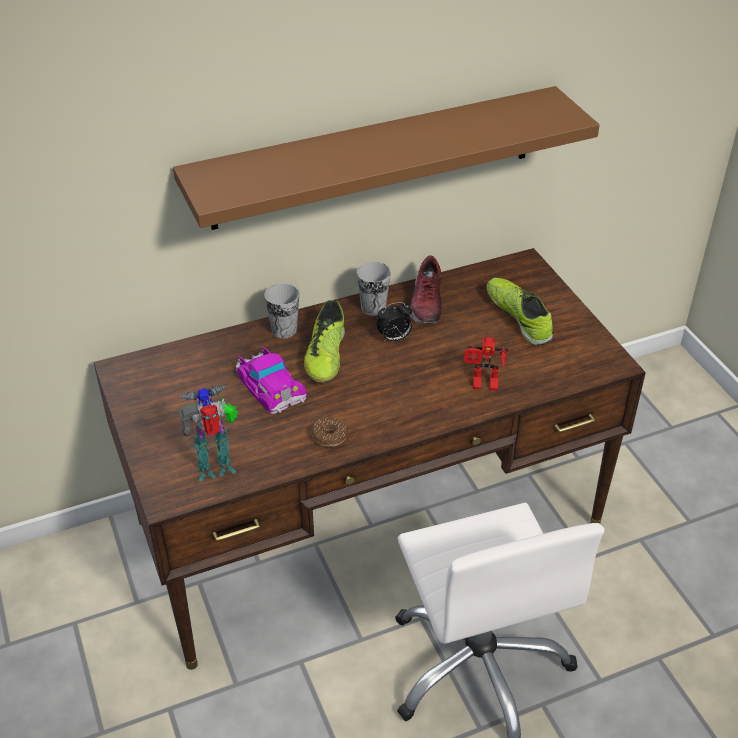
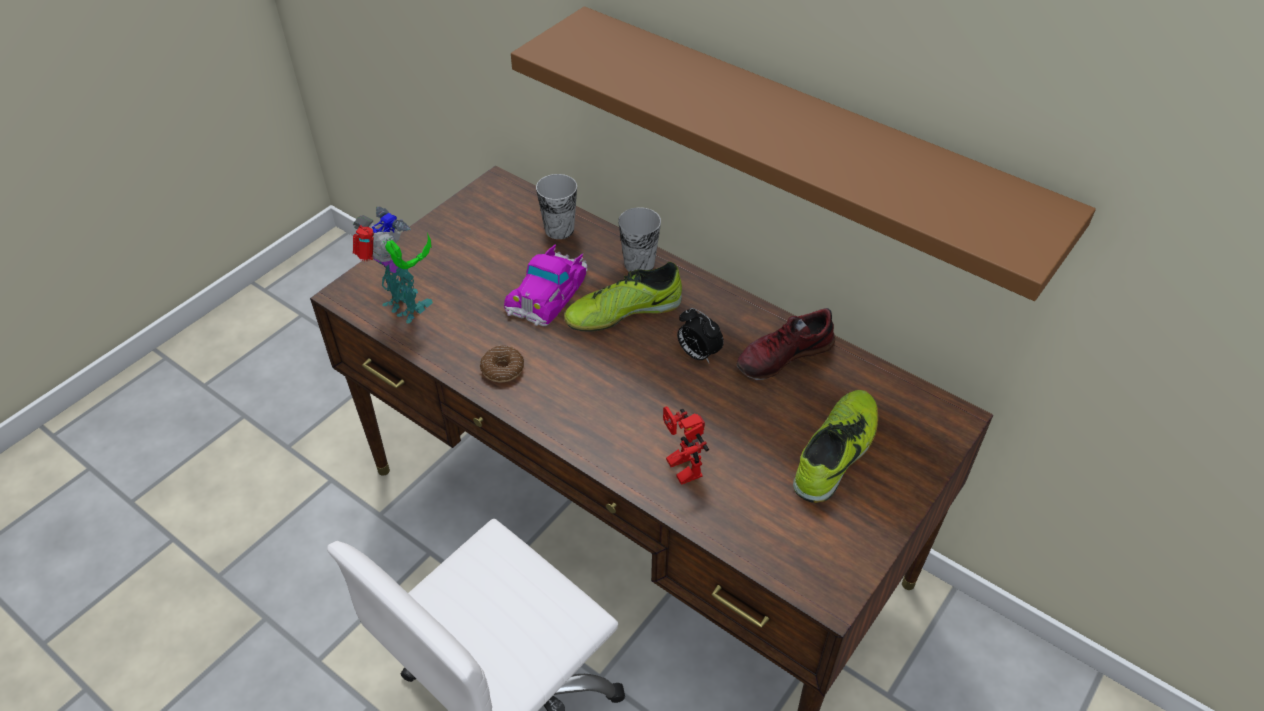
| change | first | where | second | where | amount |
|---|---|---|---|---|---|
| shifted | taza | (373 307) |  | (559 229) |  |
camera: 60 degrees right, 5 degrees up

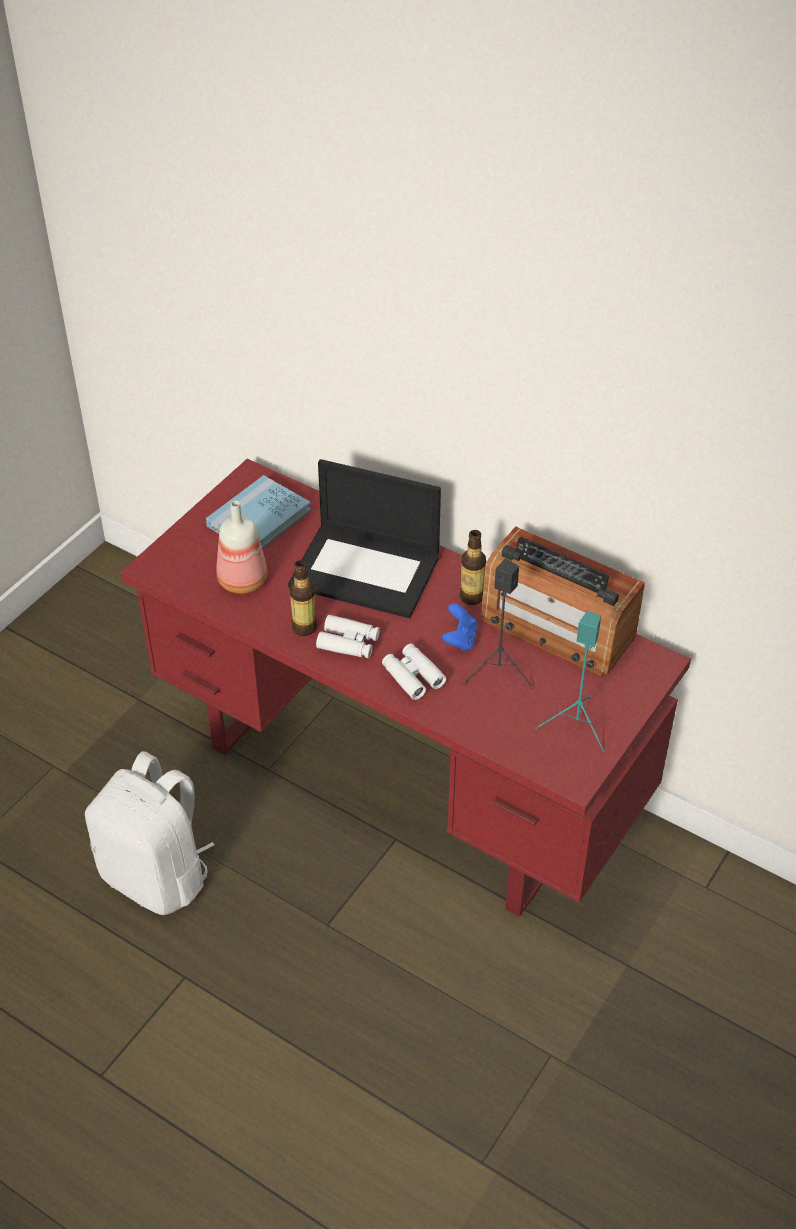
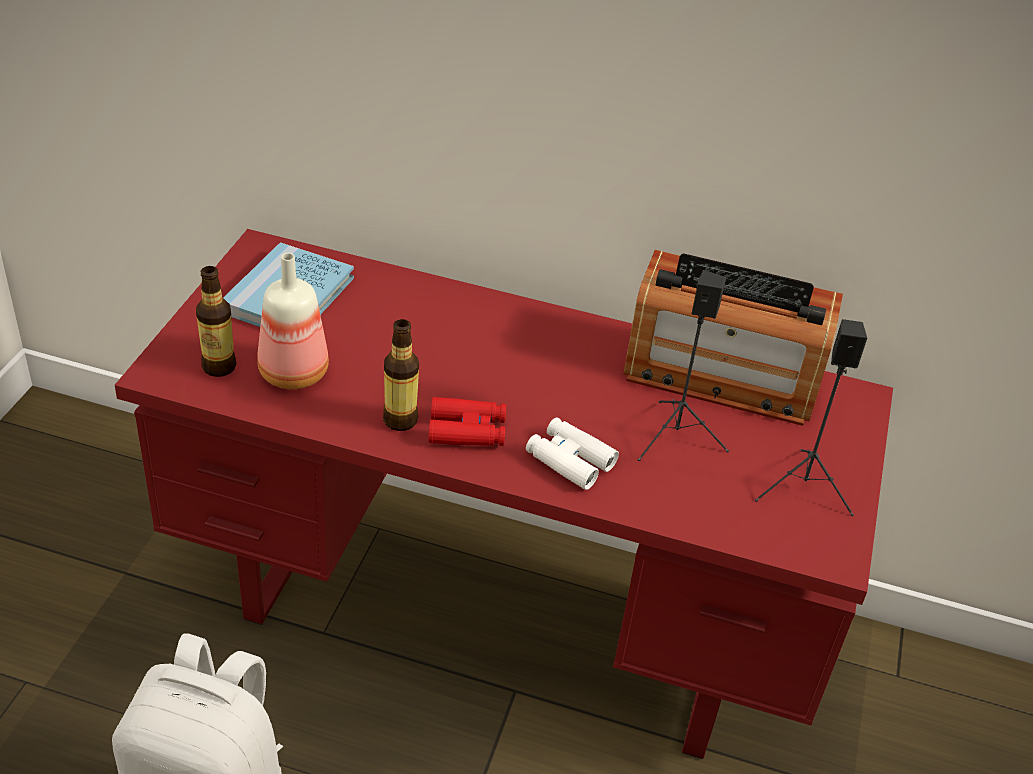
| change | first | where | second | where | amount |
|---|---|---|---|---|---|
| shifted | botella | (471 597) |  | (219 367) |  |
| repainted | prismáticos [blanco] | (348 642) | prismáticos [rojo] | (467 430) |  |
| repainted | altavoz [turquesa] | (577 725) | altavoz [negro] | (804 488) |  |
| gone | portátil | (367 571) |  |  |  |
| gone | mando de consola [azul] | (460 639) |  |  |  |
camera: 20 degrees left, 5 degrees down

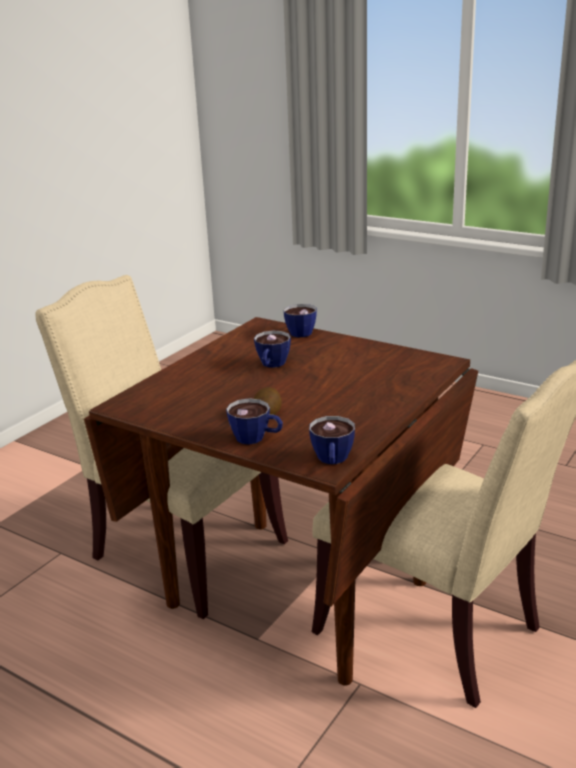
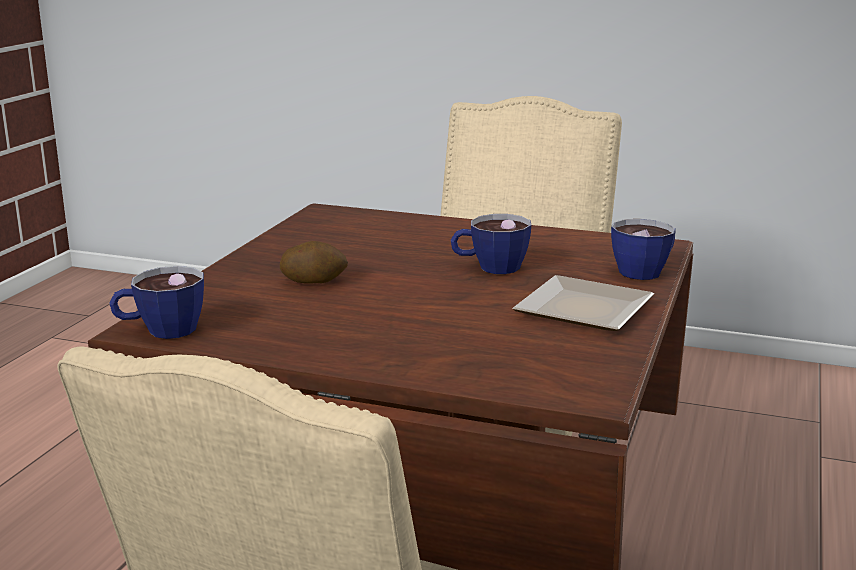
| change | first | where | second | where | amount |
|---|---|---|---|---|---|
| new |  |  | plato | (589 310) |  |
| gone | taza | (256 438) |  |  |  |
camera: 75 degrees right, 5 degrees down

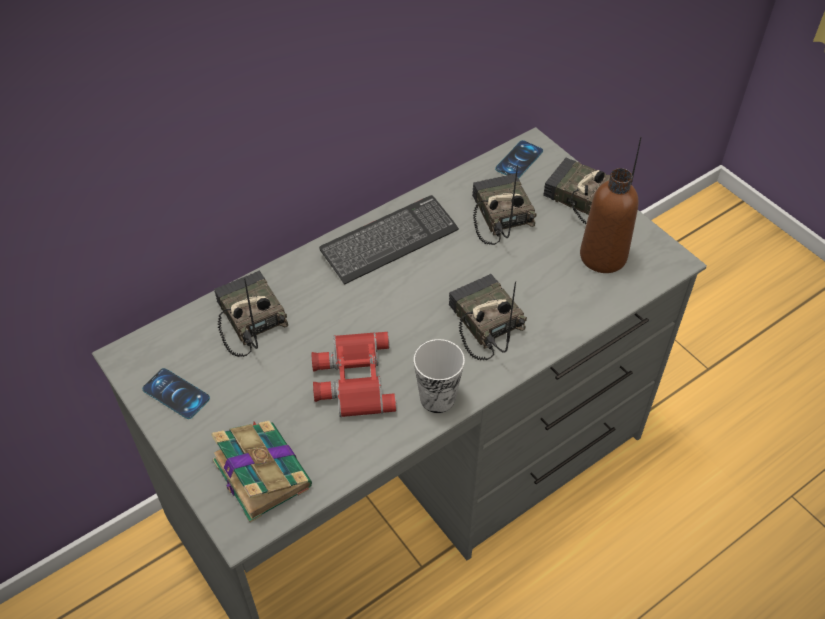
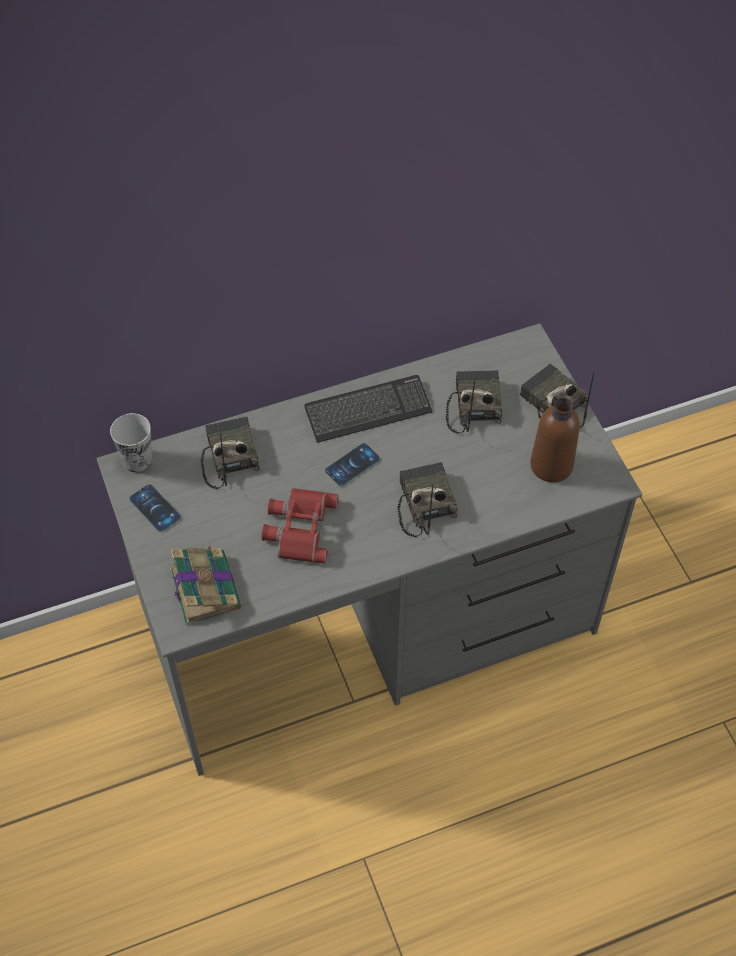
| change | first | where | second | where | amount |
|---|---|---|---|---|---|
| shifted | taza | (437 398) |  | (137 460) |  |
| shifted | móvil | (519 160) |  | (352 465) |  |
camera: 15 degrees right, 5 degrees up

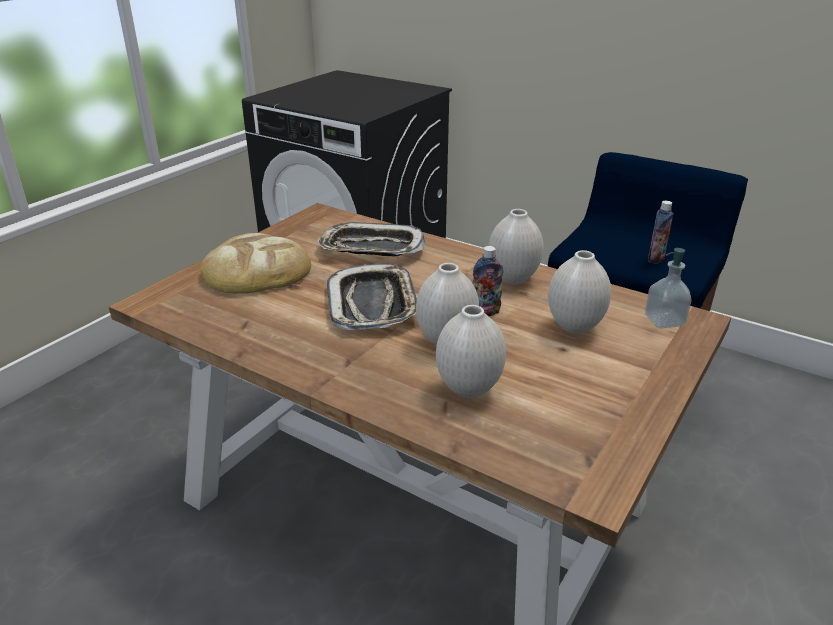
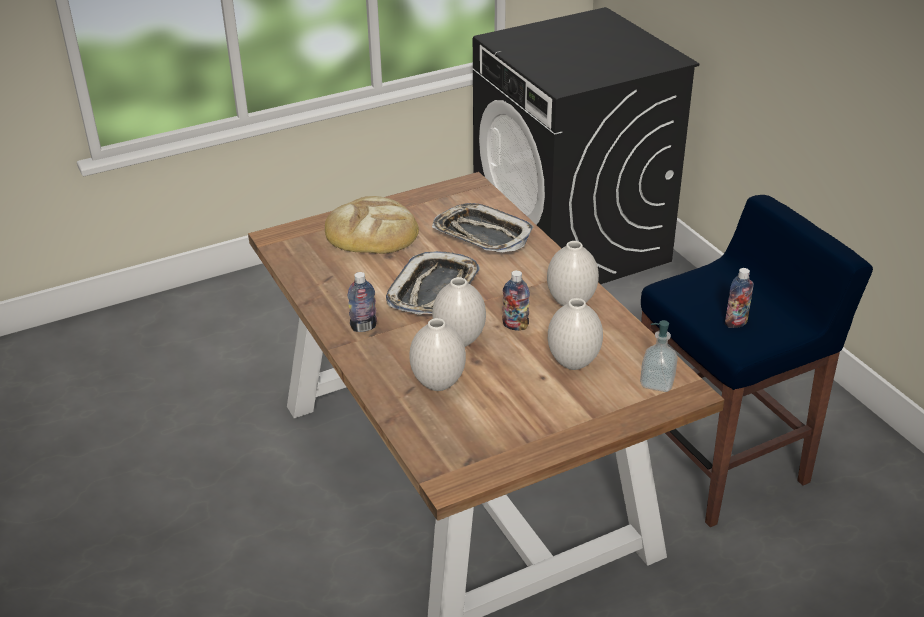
| change | first | where | second | where | amount |
|---|---|---|---|---|---|
| new |  |  | botella | (363 327) |  |
camera: 30 degrees right, 5 degrees up

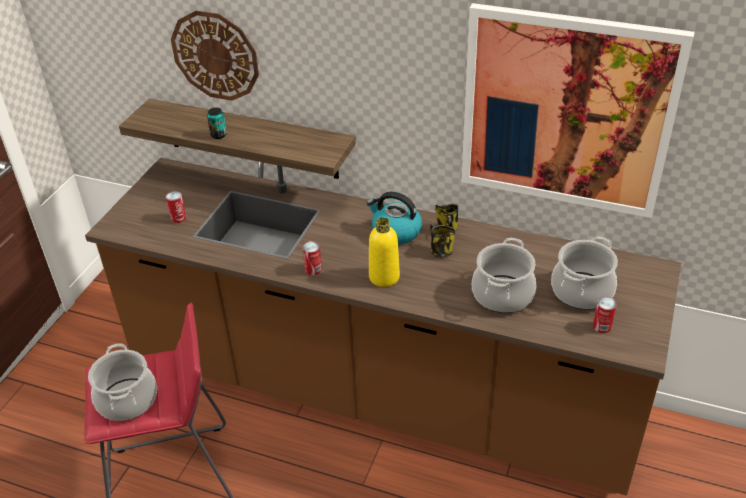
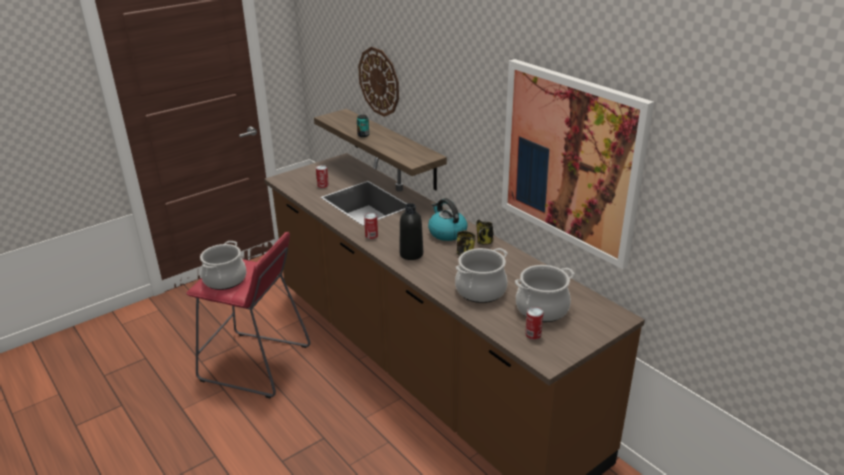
| change | first | where | second | where | amount |
|---|---|---|---|---|---|
| repainted | botella [amarillo] | (384 277) | botella [negro] | (411 254) |  |
camera: 30 degrees right, 10 degrees down

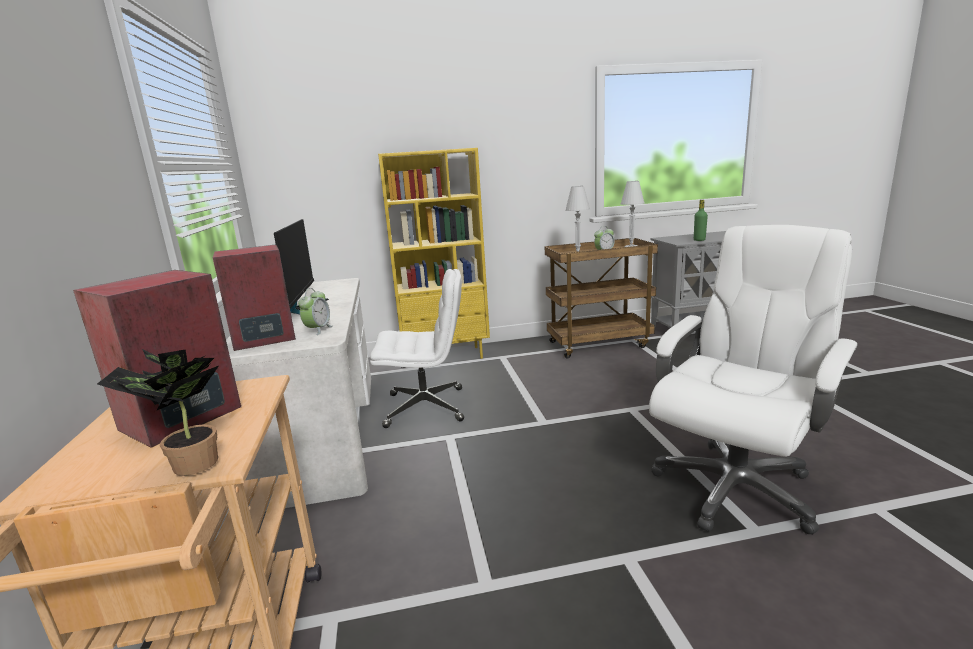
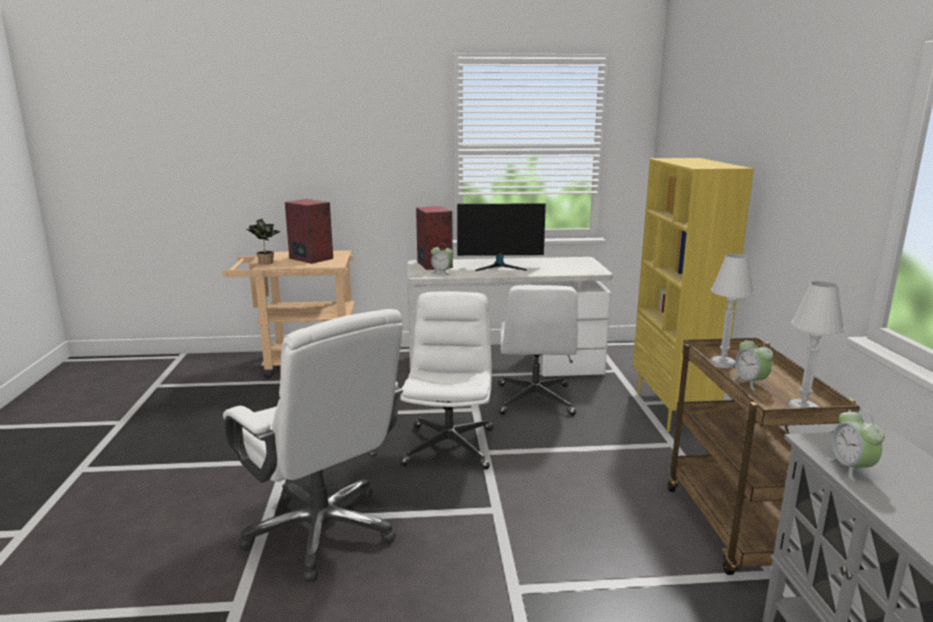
| change | first | where | second | where | amount |
|---|---|---|---|---|---|
| new |  |  | silla de oficina [blanco] | (449 446) |  |
| swapped | botella [verde] | (699 240) | despertador | (851 468) |  |
camera: 95 degrees right, 0 degrees up

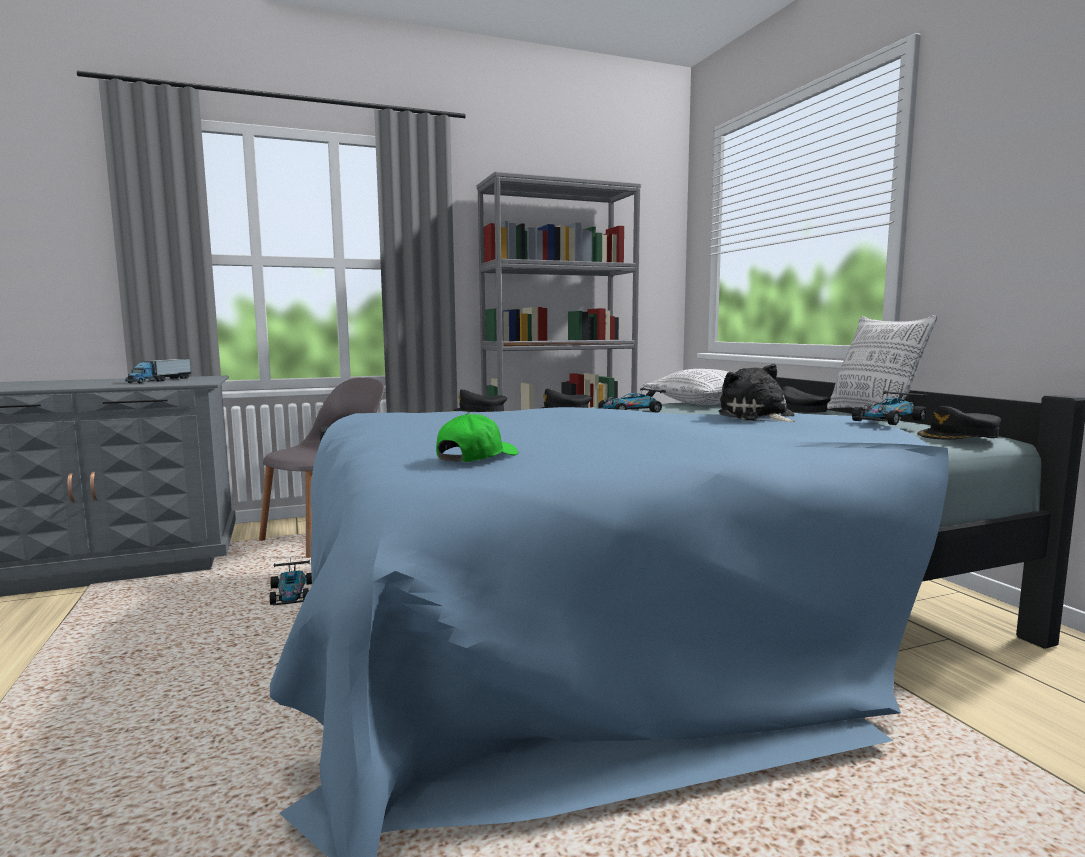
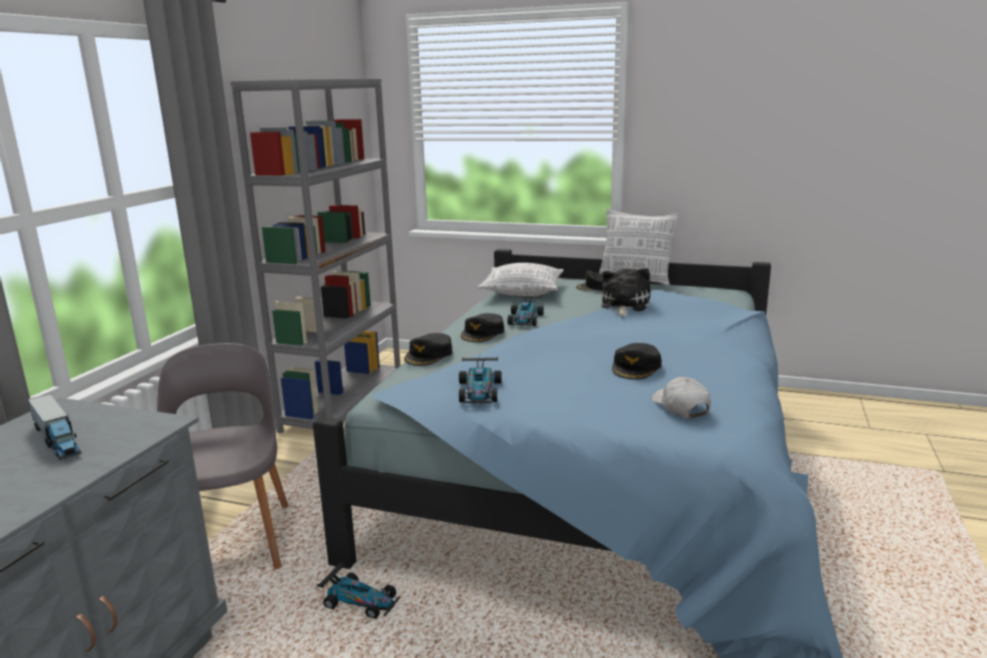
| change | first | where | second | where | amount |
|---|---|---|---|---|---|
| shifted | coche de juguete | (888 420) |  | (479 391) |  |
| rotated | peluche | (758 417) |  | (624 306) | 90 degrees clockwise |
| shifted | gorra [negro] | (959 436) |  | (636 367) |  |
| repainted | gorra [verde] | (476 457) | gorra [blanco] | (680 407) |  |
camera: 50 degrees left, 10 degrees up

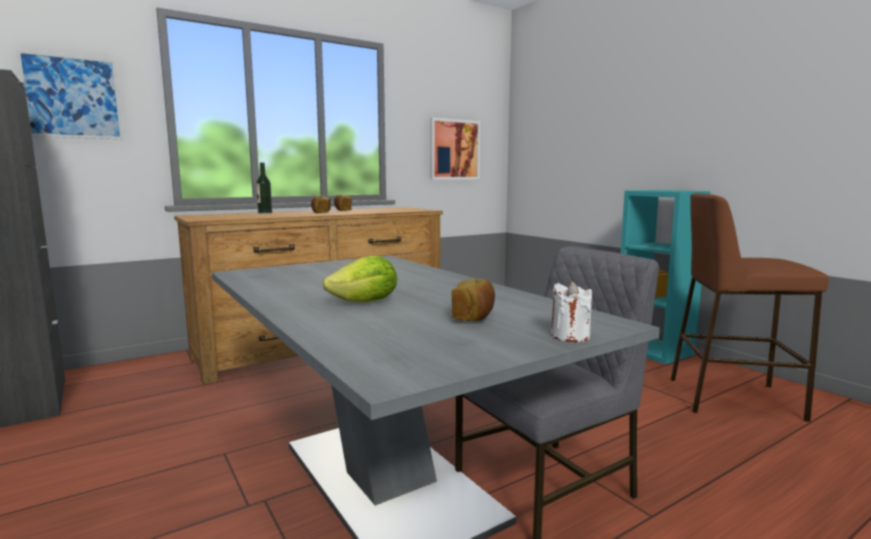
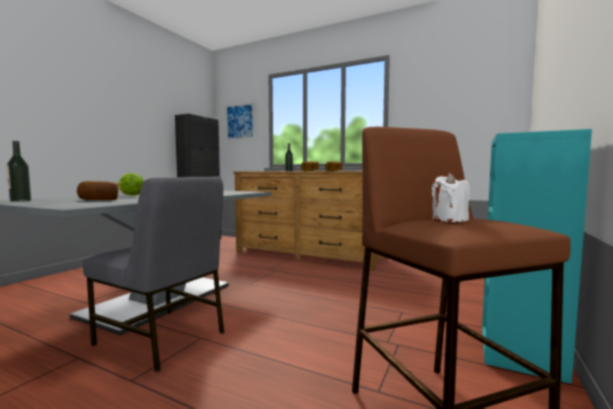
| change | first | where | second | where | amount |
|---|---|---|---|---|---|
| new |  |  | botella | (20 201) |  |
| shifted | vela [blanco] | (570 336) |  | (449 220) |  |
| gone | cuadro | (454 149) |  |  |  |
camera: 60 degrees right, 5 degrees down

